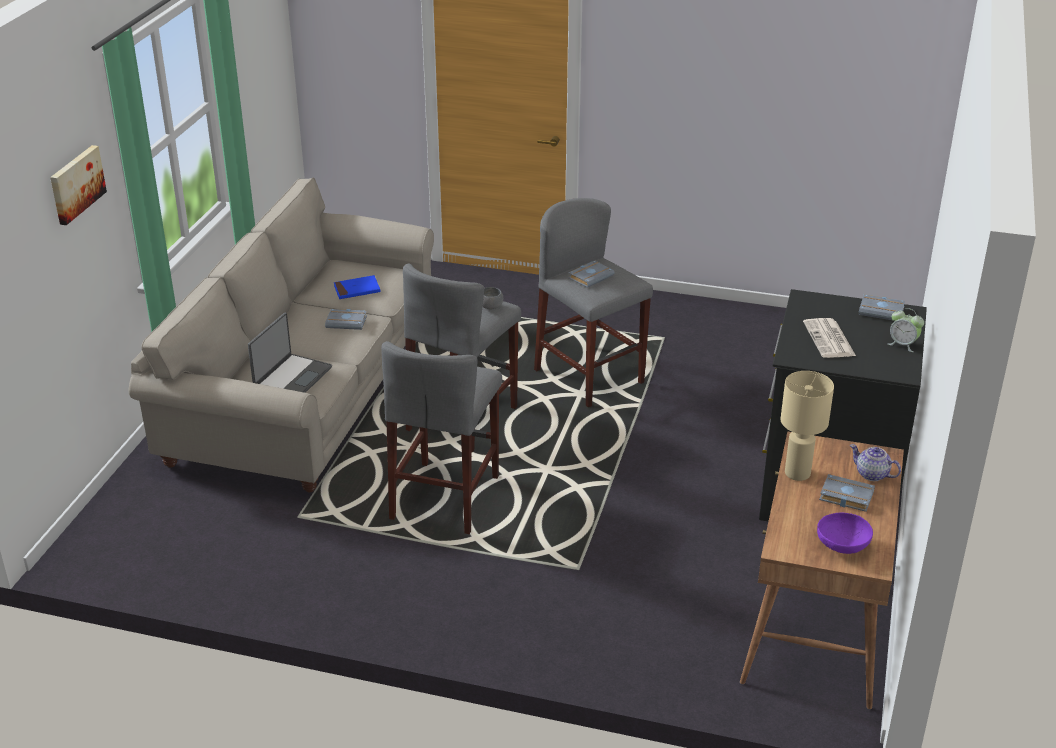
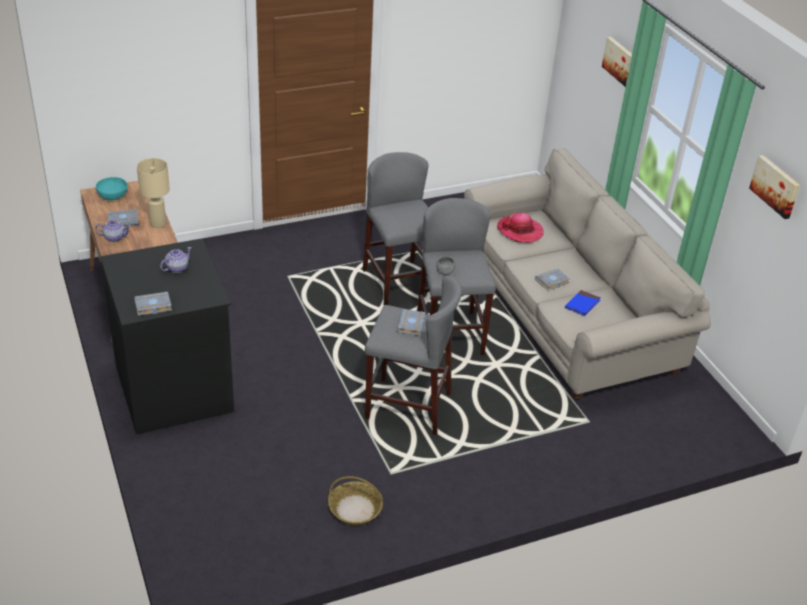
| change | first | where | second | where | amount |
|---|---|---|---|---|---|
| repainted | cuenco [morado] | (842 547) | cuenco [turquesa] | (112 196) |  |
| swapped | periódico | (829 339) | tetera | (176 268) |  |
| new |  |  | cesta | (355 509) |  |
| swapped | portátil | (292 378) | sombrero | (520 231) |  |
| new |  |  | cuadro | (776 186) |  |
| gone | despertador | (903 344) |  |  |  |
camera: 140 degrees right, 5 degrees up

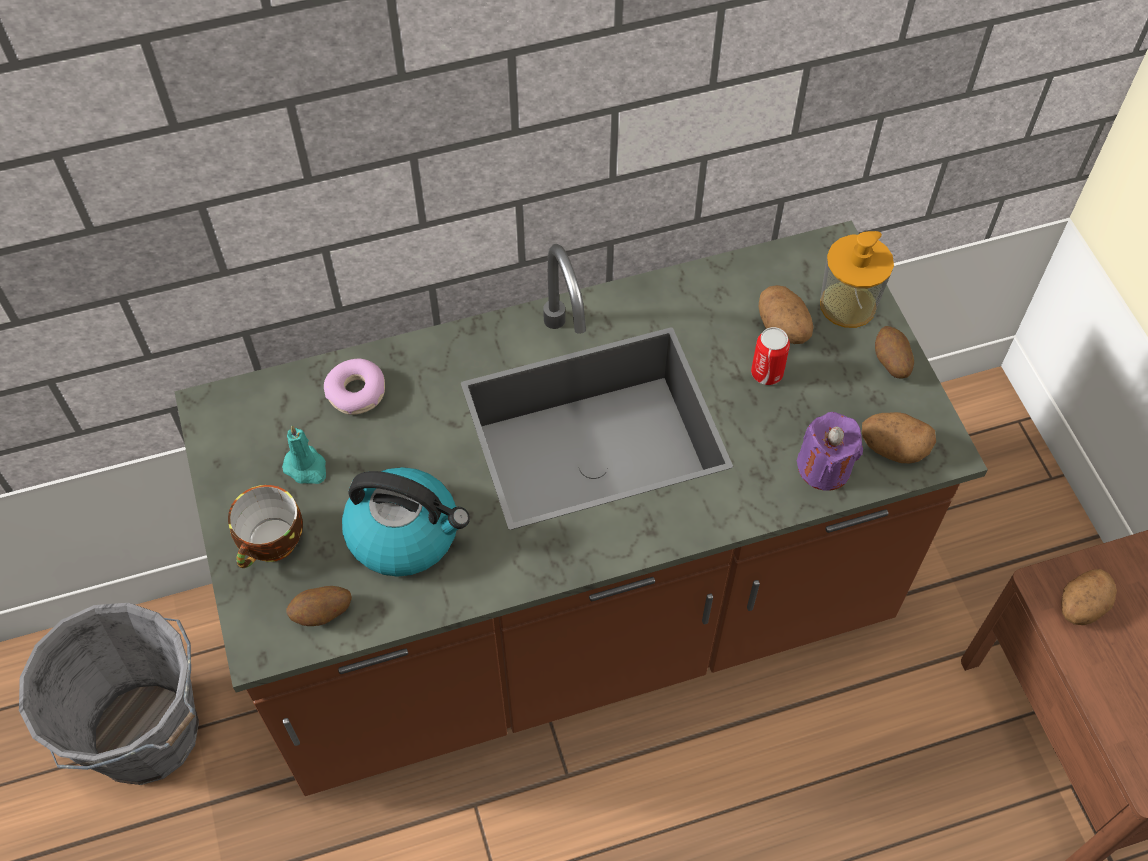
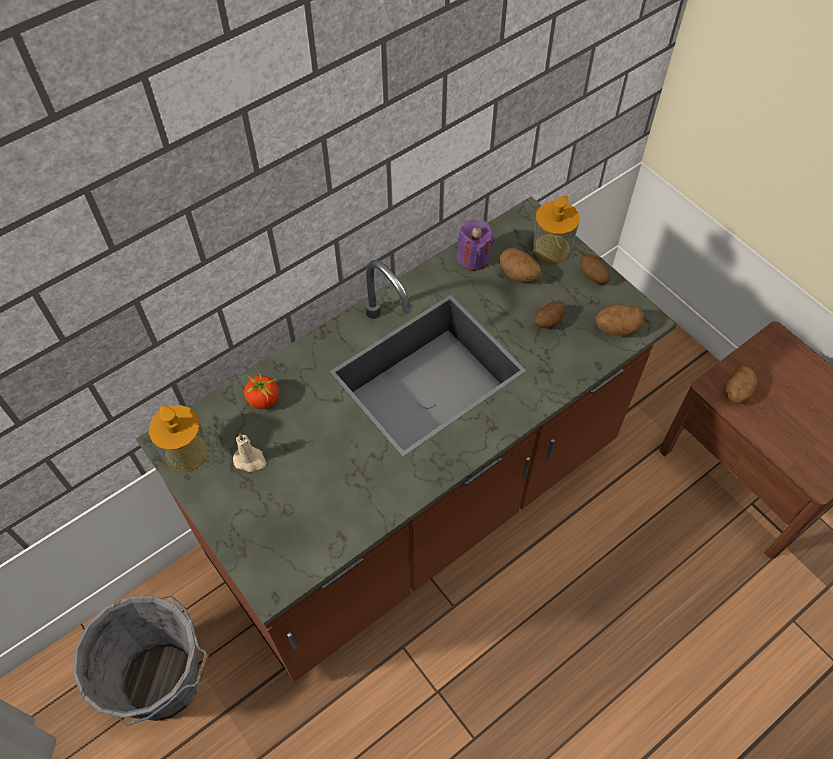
| change | first | where | second | where | amount |
|---|---|---|---|---|---|
| new |  |  | dispensador de jabón | (186 452) |  |
| repainted | vela [turquesa] | (306 467) | vela [beis] | (250 460) |  |
| swapped | rosquilla | (357 392) | tomate | (263 399) |  |
| shifted | vela [morado] | (824 468) |  | (473 258) |  |
| shifted | patata | (322 614) |  | (548 322) |  |
| gone | taza | (272 544) |  |  |  |
| gone | hervidor | (406 533) |  |  |  |
| gone | lata | (767 373) |  |  |  |
camera: 20 degrees left, 0 degrees up

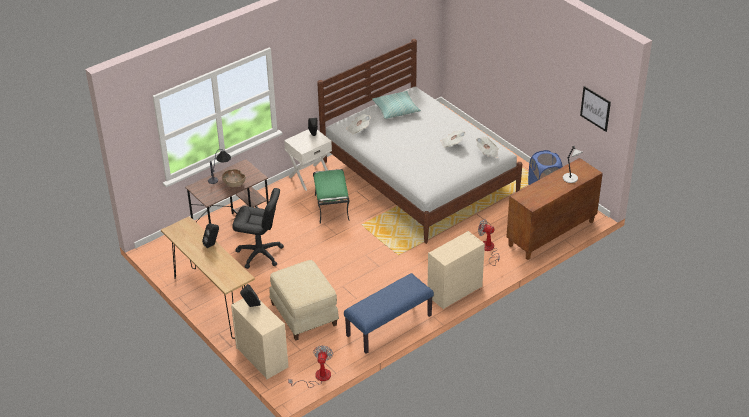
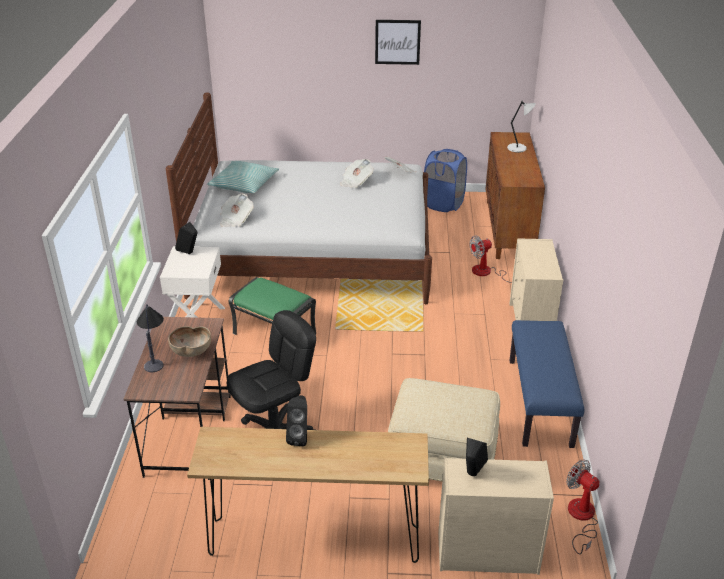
| change | first | where | second | where | amount |
|---|---|---|---|---|---|
| shifted | cuadro | (595 108) |  | (397 42) |  |
camera: 50 degrees left, 5 degrees down

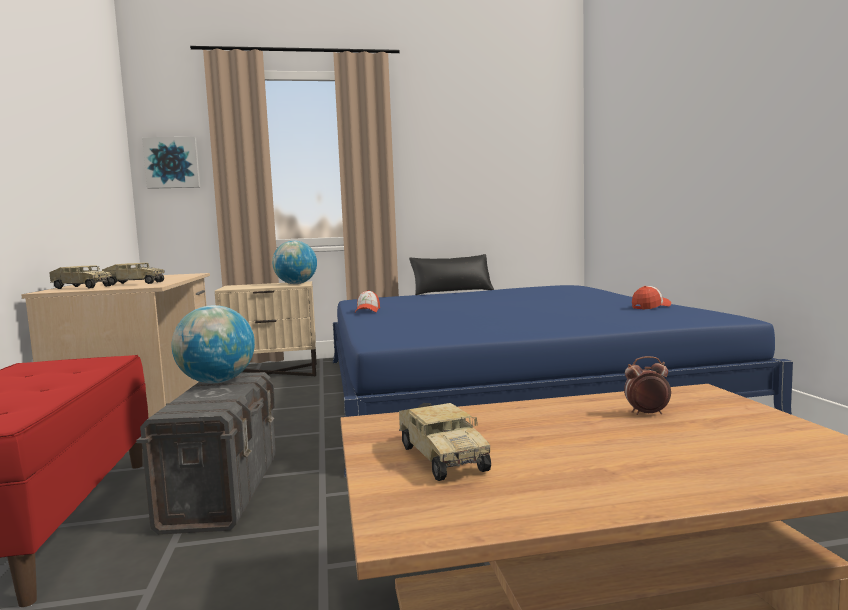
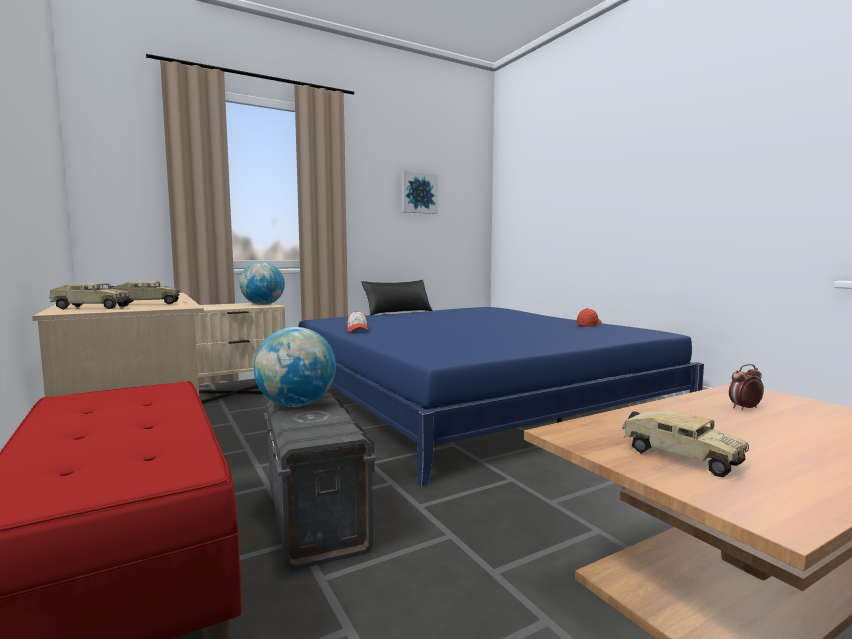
| change | first | where | second | where | amount |
|---|---|---|---|---|---|
| shifted | cuadro | (172 163) |  | (418 193) |  |
camera: 20 degrees left, 0 degrees up

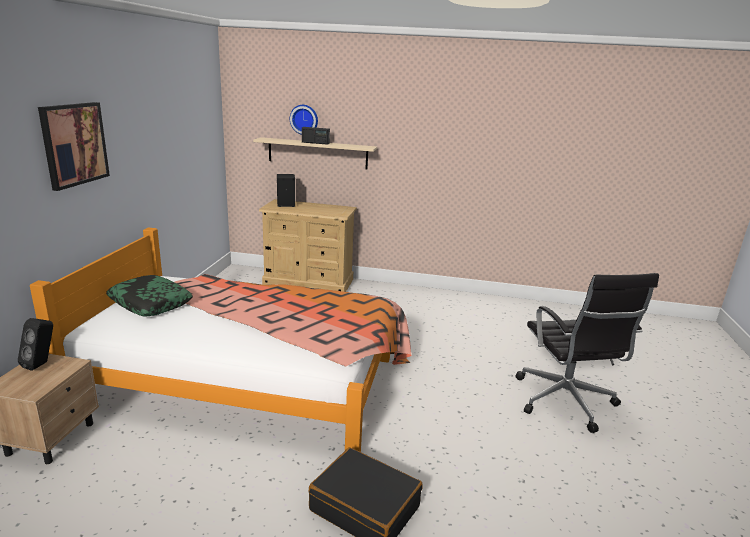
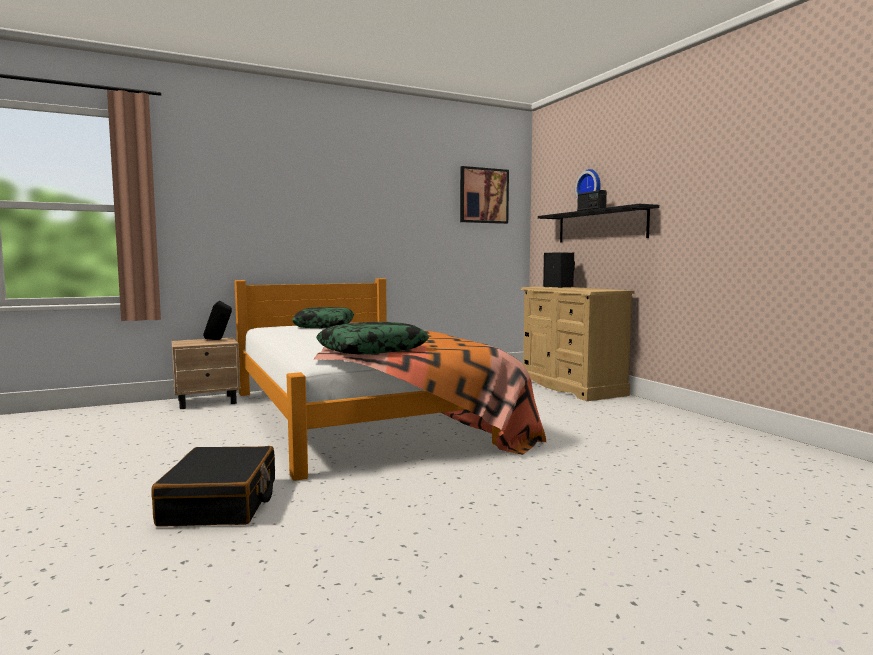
| change | first | where | second | where | amount |
|---|---|---|---|---|---|
| new |  |  | cojín | (373 349) |  |
| shifted | cuadro | (74 144) |  | (483 195) |  |
| repainted | estante [beis] | (317 153) | estante [negro] | (600 225) |  |
| gone | silla de oficina [negro] | (565 402) |  |  |  |
camera: 55 degrees right, 15 degrees down

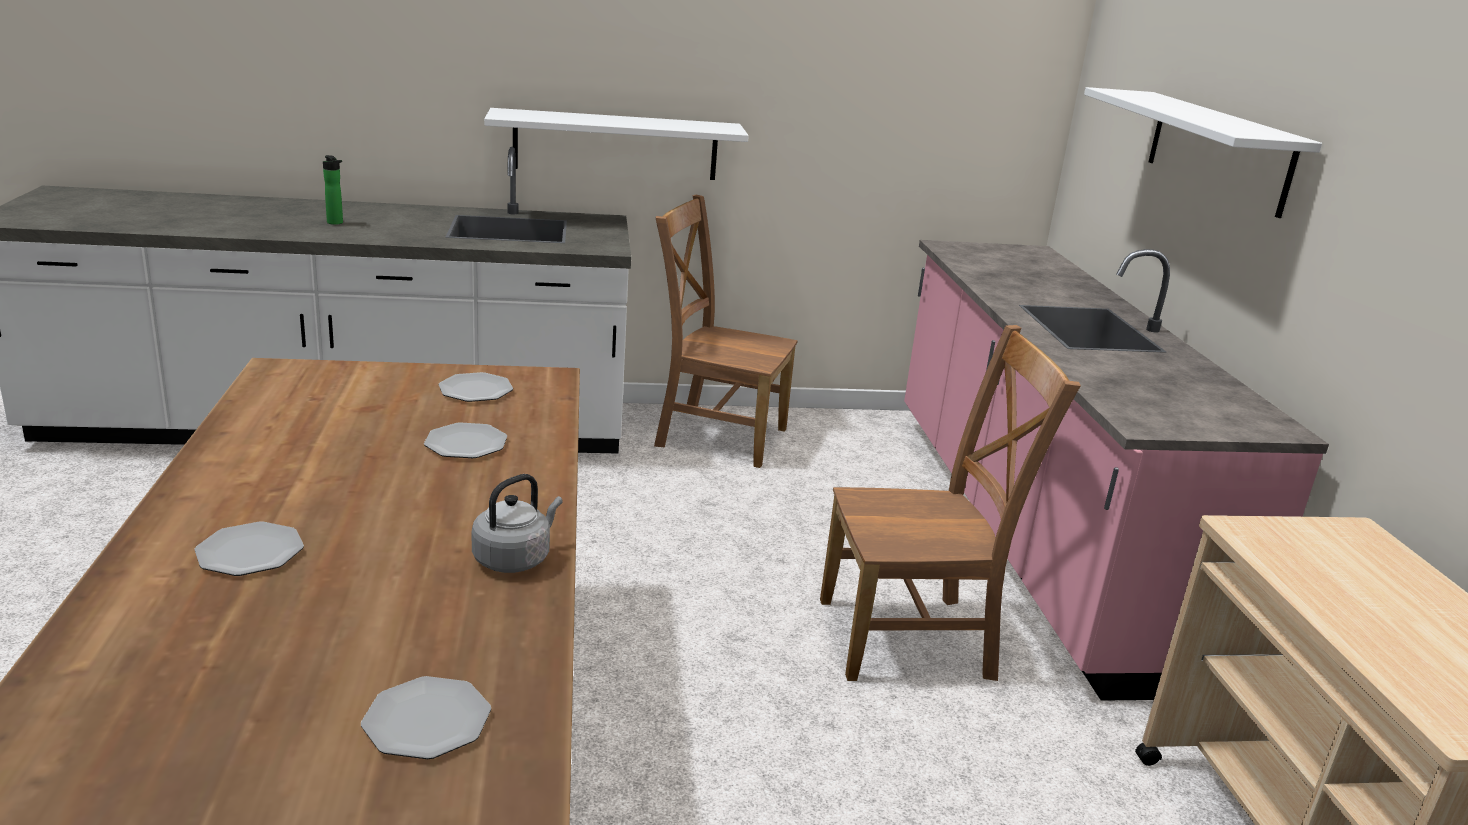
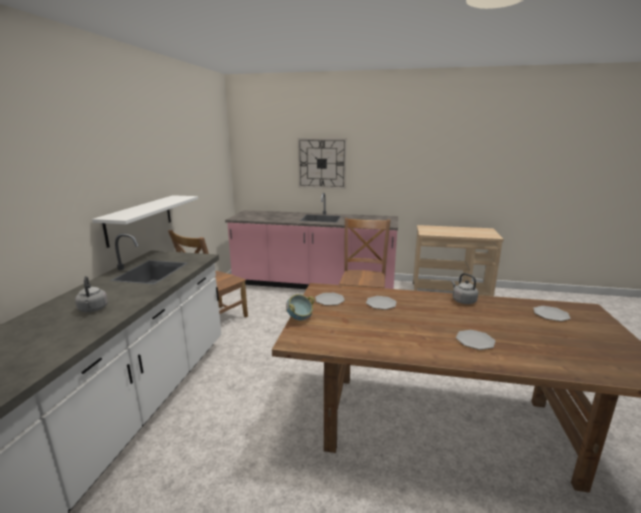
| change | first | where | second | where | amount |
|---|---|---|---|---|---|
| swapped | botella | (336 223) | hervidor [gris] | (93 309) |  |
| new |  |  | cuenco | (299 319) |  |
| swapped | estante [blanco] | (1218 151) | reloj de pared | (322 163) |  |
camera: 70 degrees left, 5 degrees down

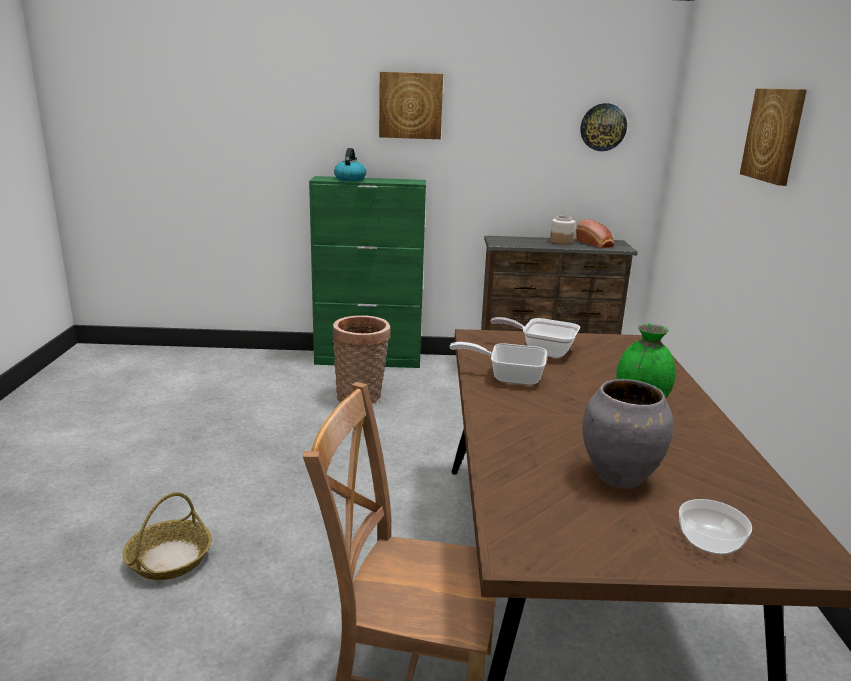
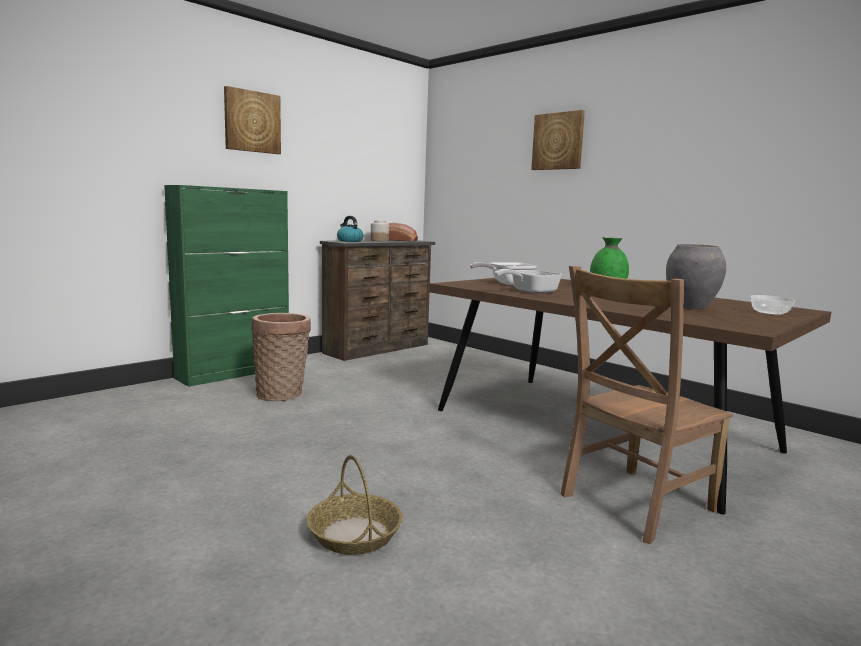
| change | first | where | second | where | amount |
|---|---|---|---|---|---|
| shifted | hervidor | (350 179) |  | (349 241) |  |
| gone | reloj de pared | (603 127) |  |  |  |
camera: 45 degrees left, 10 degrees down

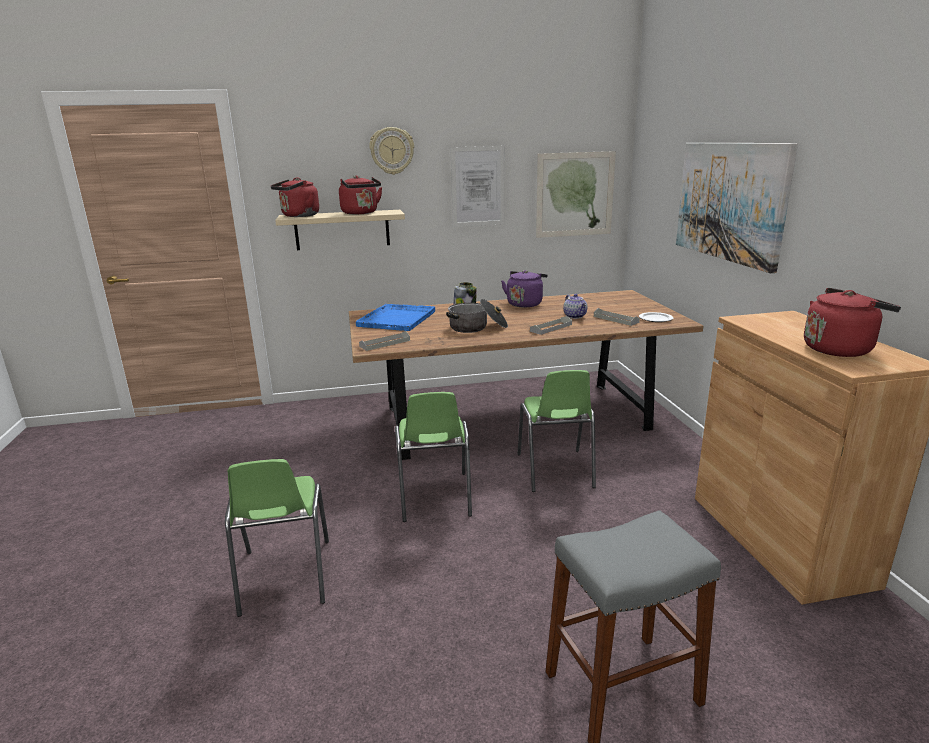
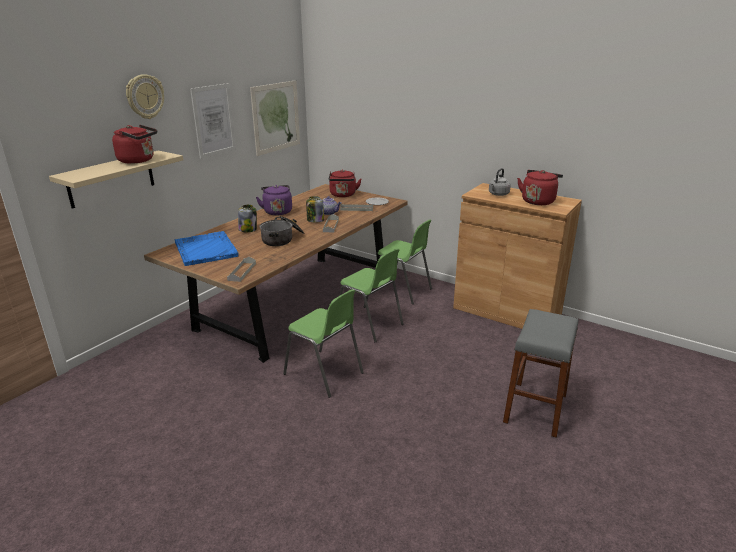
| change | first | where | second | where | amount |
|---|---|---|---|---|---|
| new |  |  | tarro | (315 220) |  |
| shifted | hervidor [rojo] | (298 216) |  | (343 195) |  |
| shifted | silla [verde] | (284 577) |  | (402 290) |  |
| new |  |  | hervidor [gris] | (498 194) |  |
| gone | cuadro | (730 201) |  |  |  |
camera: 45 degrees left, 5 degrees up

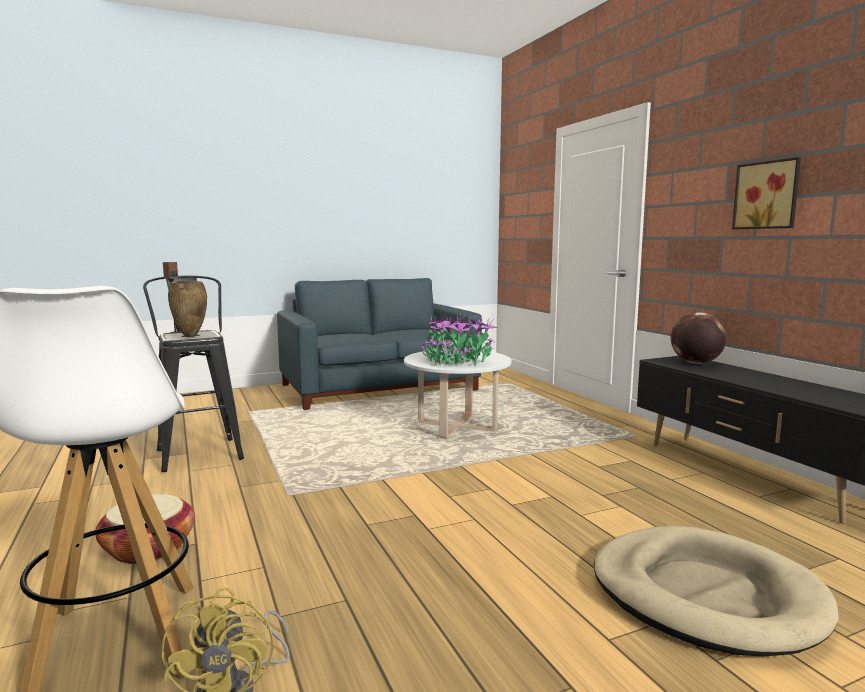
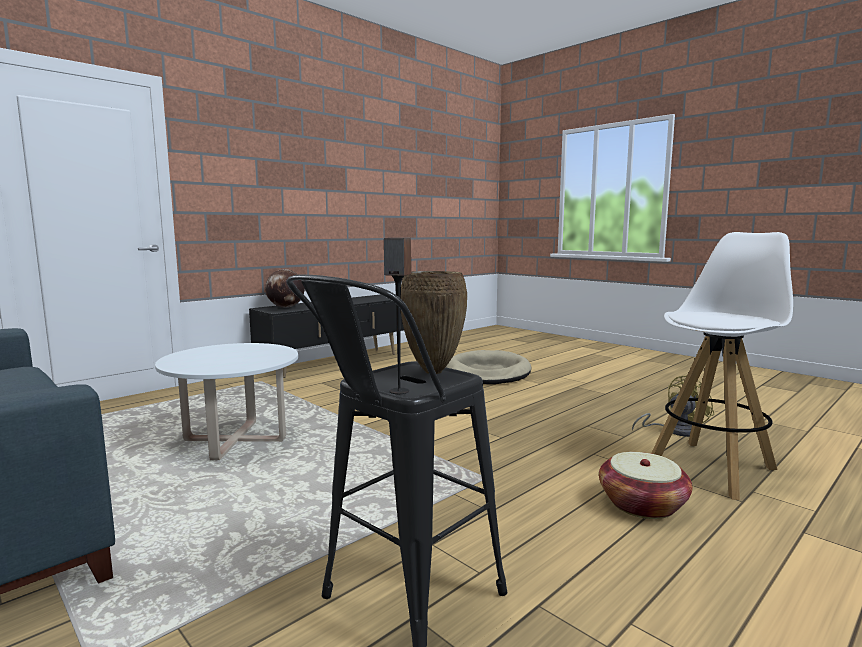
| change | first | where | second | where | amount |
|---|---|---|---|---|---|
| gone | planta en maceta | (457 362) |  |  |  |
| gone | cuadro | (767 195) |  |  |  |
camera: 110 degrees left, 0 degrees up

